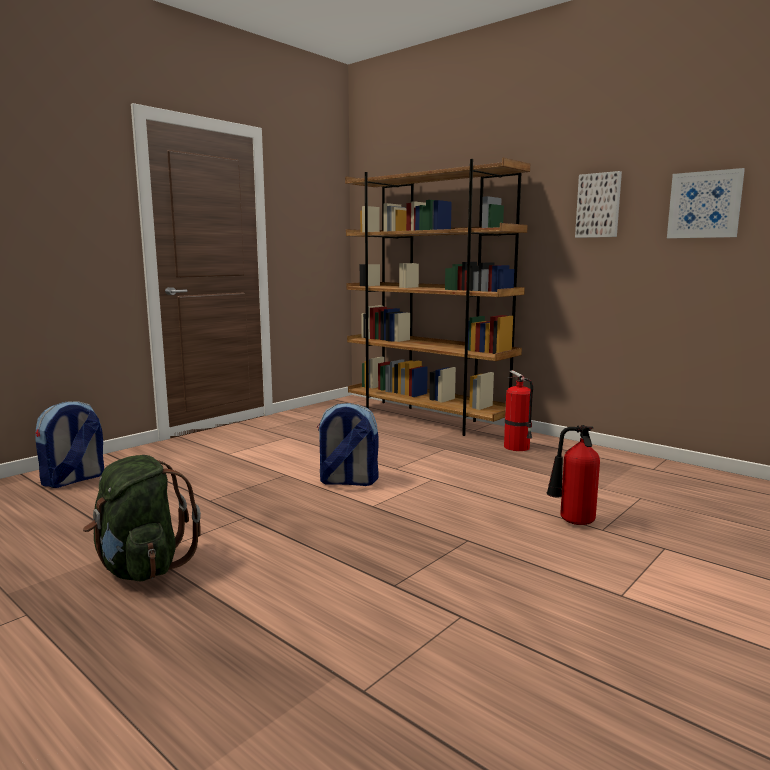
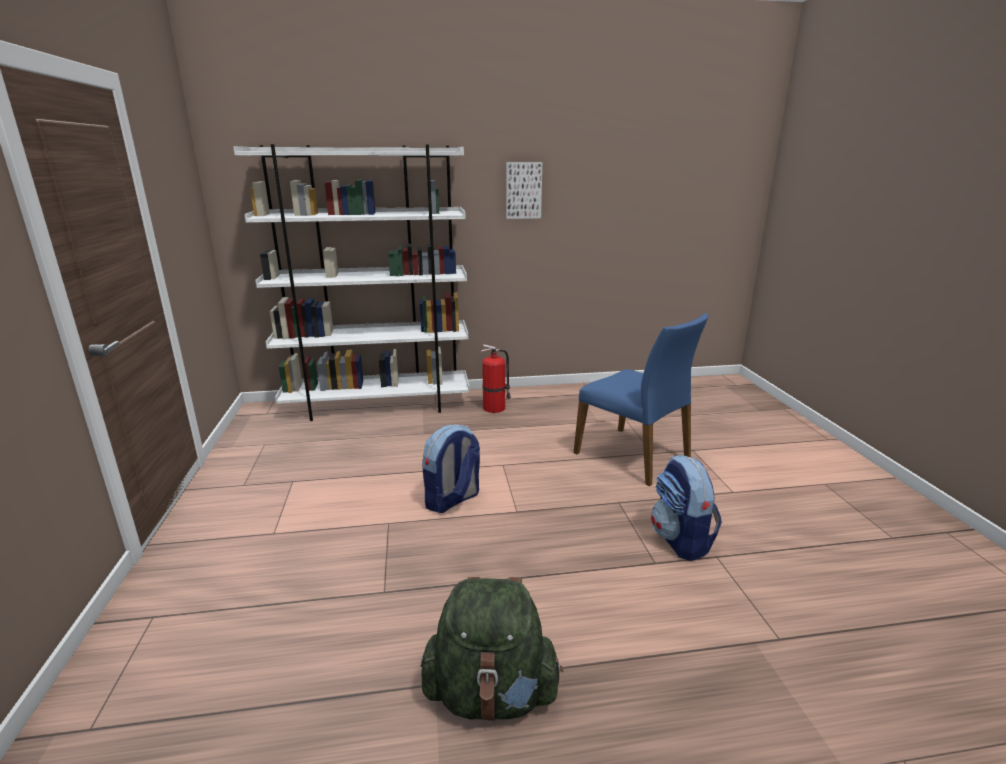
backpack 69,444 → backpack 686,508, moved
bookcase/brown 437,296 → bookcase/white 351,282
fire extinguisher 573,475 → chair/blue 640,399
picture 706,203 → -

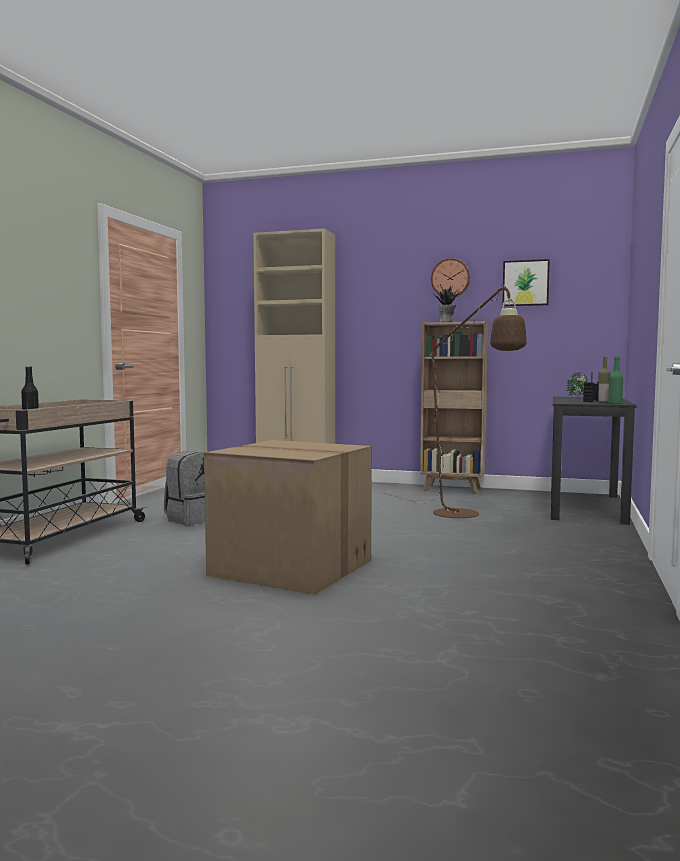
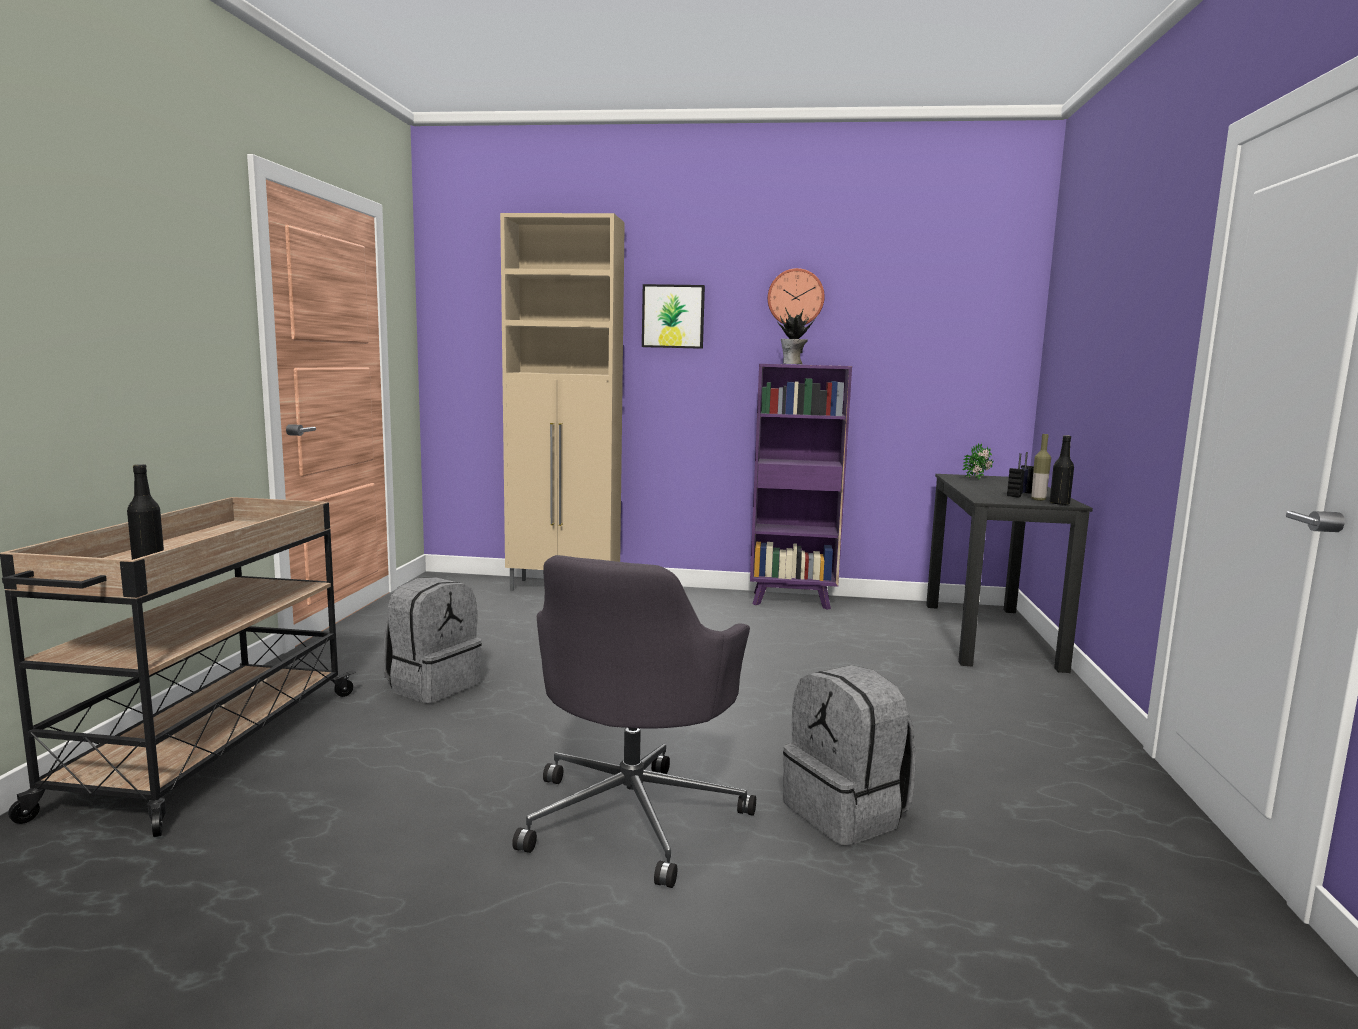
cardboard box 288,517 → office chair/grey 634,721
floor lamp/brown 455,401 → -
bookcase/brown 454,407 → bookcase/purple 801,487
picture 526,282 → picture 673,316, moved
bottle/green 615,380 → bottle/black 1062,470
- → backpack/grey 849,755

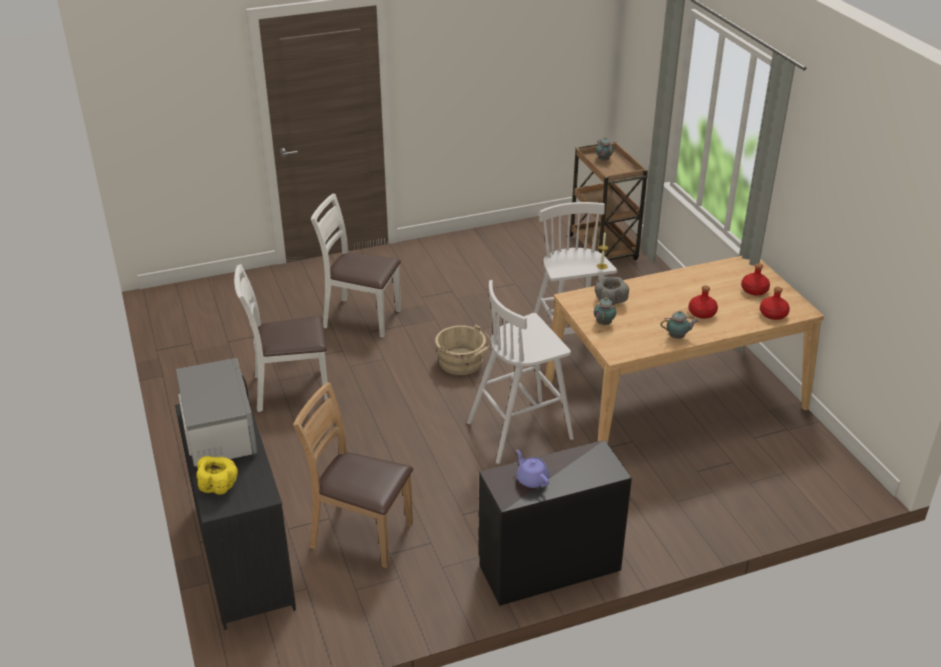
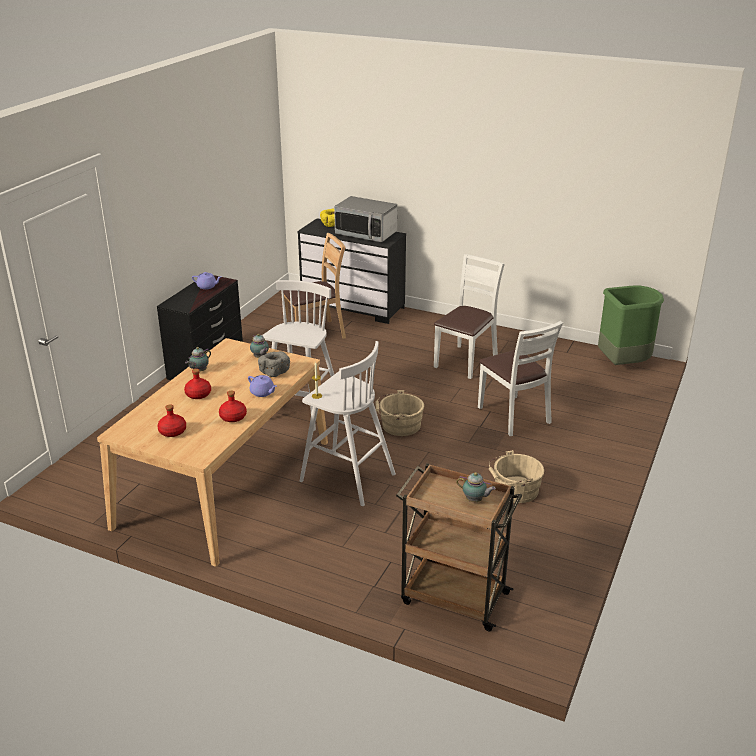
chair/white 356,266 → chair/white 520,378, 90 degrees clockwise
bottle/red 775,303 → bottle/red 233,406, moved
- → teapot/purple 262,386
- → bucket/beige 516,476
- → trash can/green 631,325

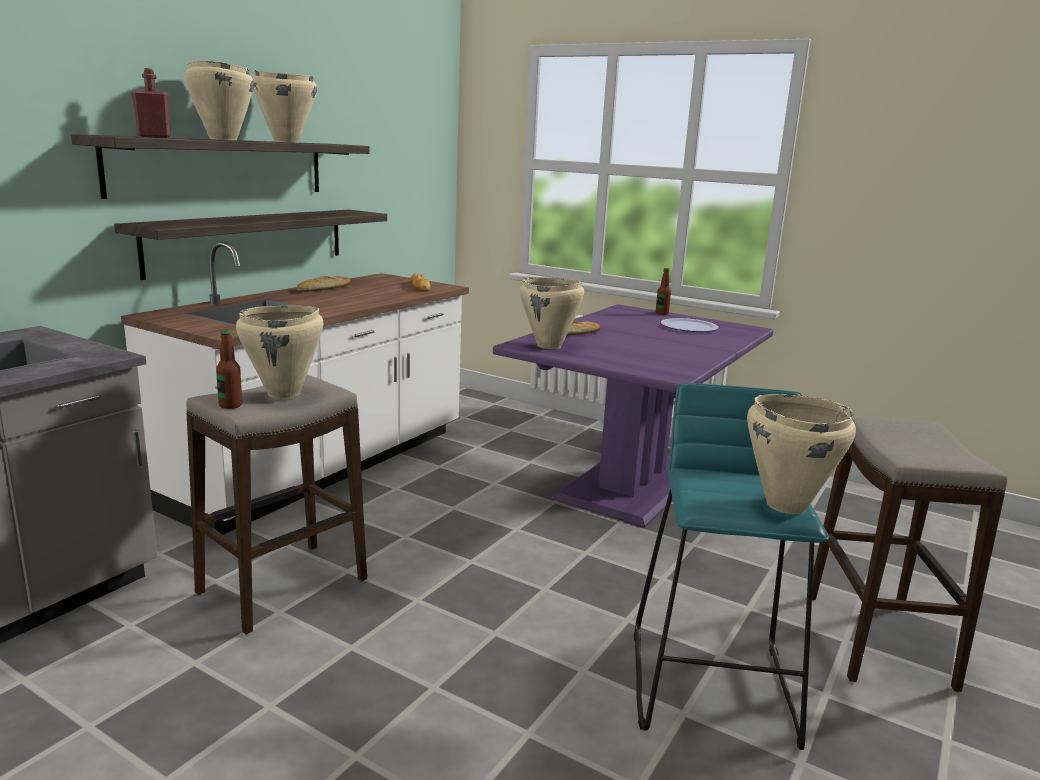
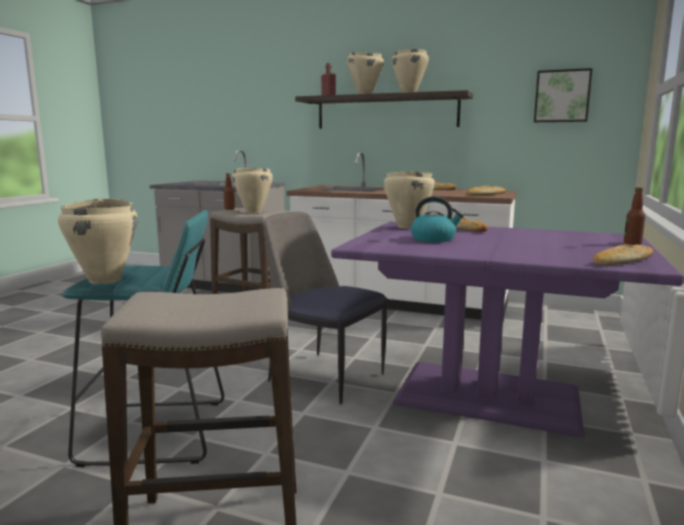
shelf 250,245 → -
plate 689,325 → -
- → chair 325,308
- → kettle 437,219
- → picture 563,95
- → bread 623,254

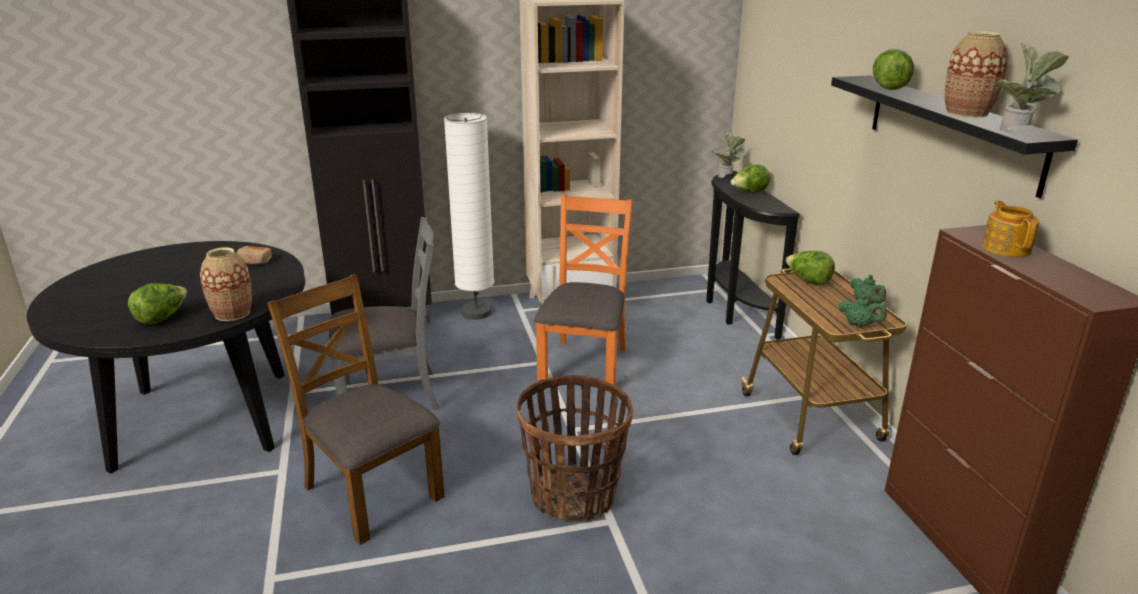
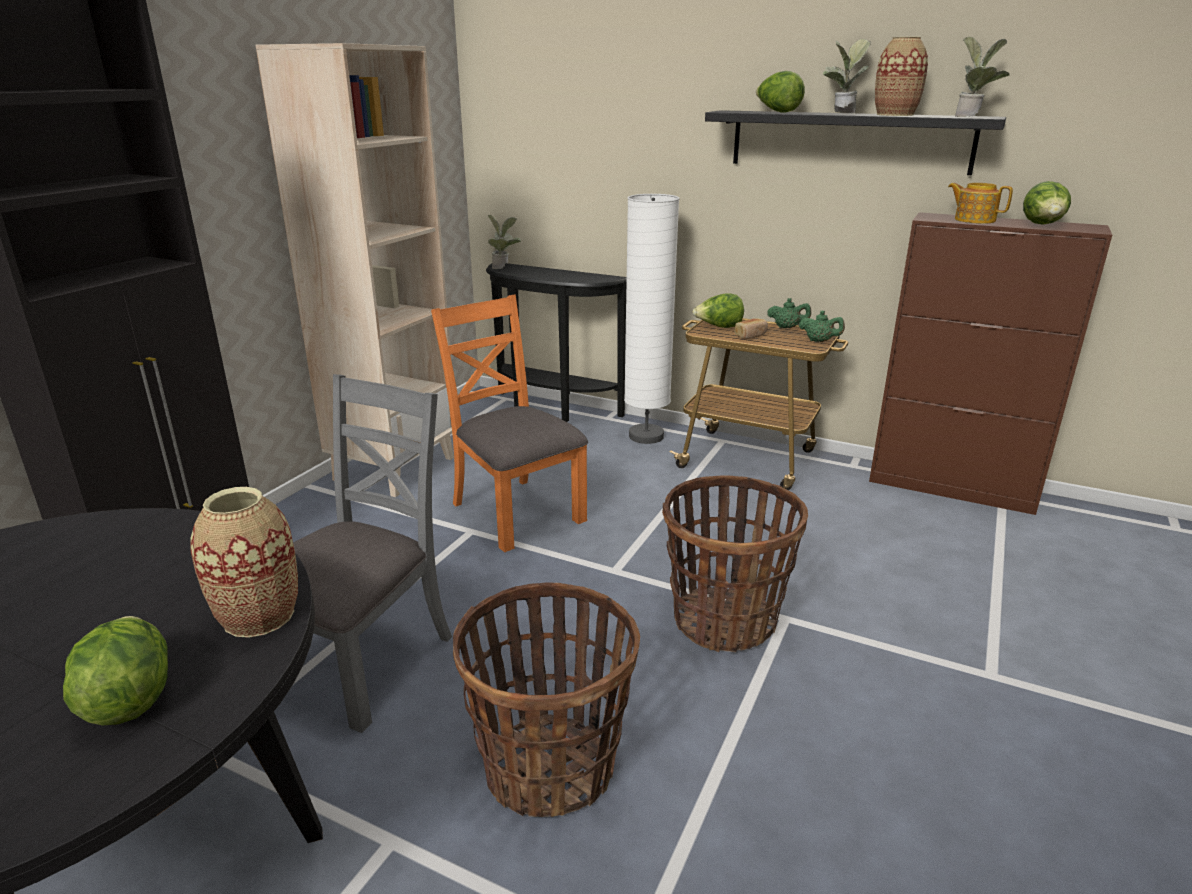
bread 254,255 → bread 751,328, moved
chair/brown 356,409 → basket 546,699
floor lamp/white 469,216 → floor lamp/white 651,319, moved
lettuce 750,178 → lettuce 1047,202, moved
teapot/green 862,311 → teapot/green 822,326, 45 degrees clockwise
- → potted plant 847,76

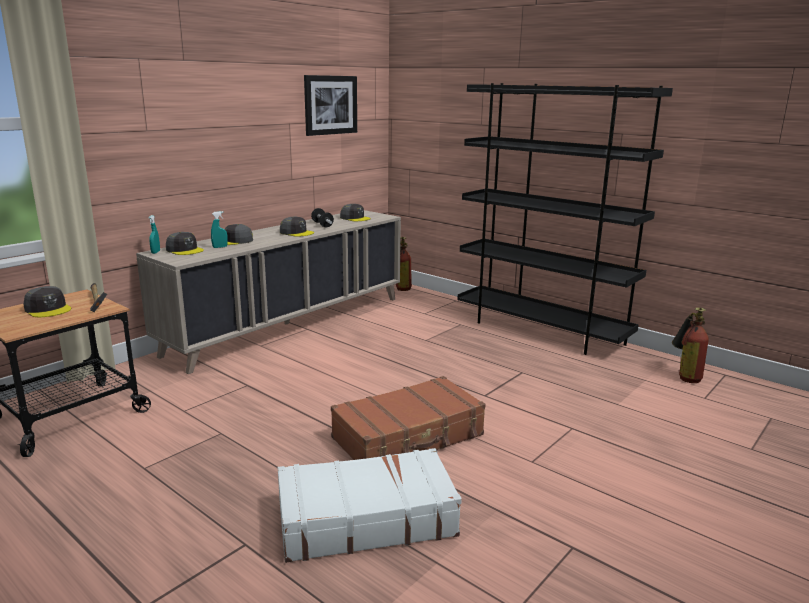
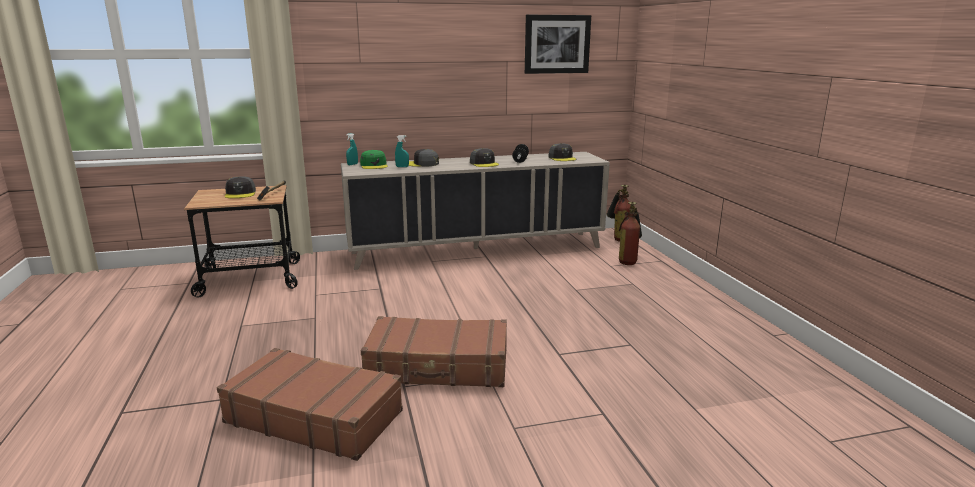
cap/grey 185,243 → cap/green 374,159
suitcase/white 370,505 → suitcase/brown 310,404
bookcase/black 565,219 → -
fire extinguisher 690,345 → fire extinguisher 630,233, moved

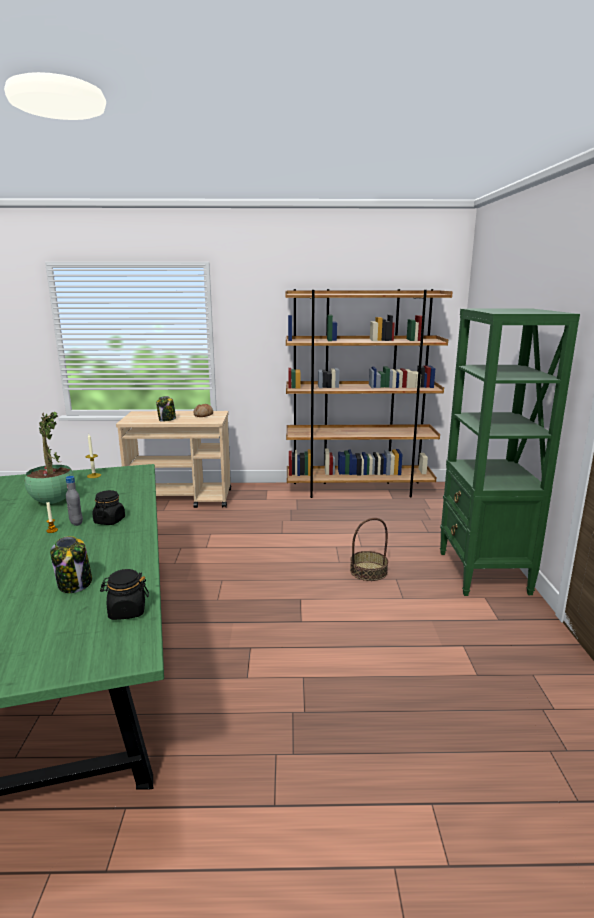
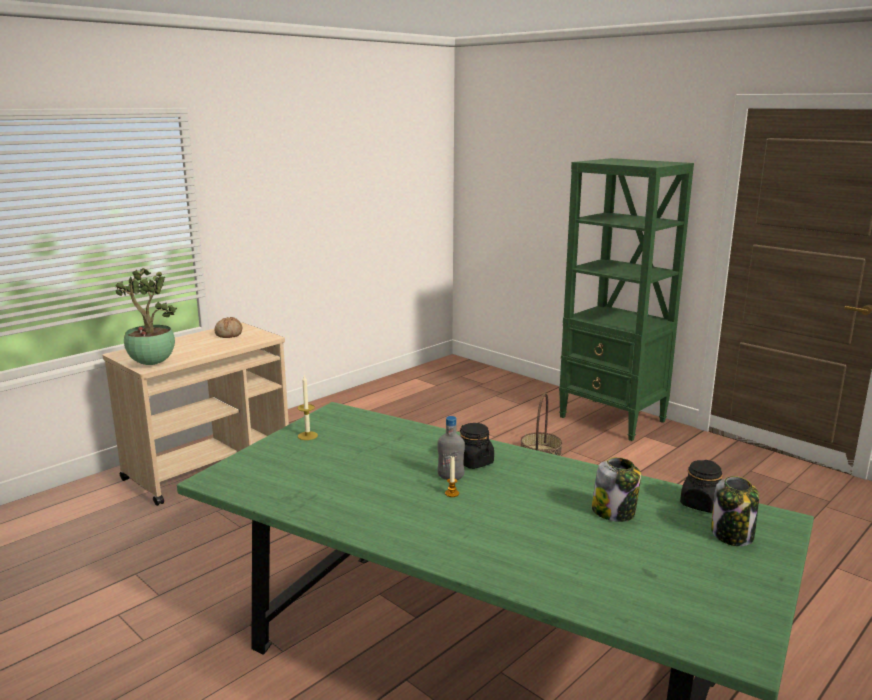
potted plant 49,458 → potted plant 146,316, moved
jar 166,409 → jar 735,511, moved
bookcase/brown 369,393 → -

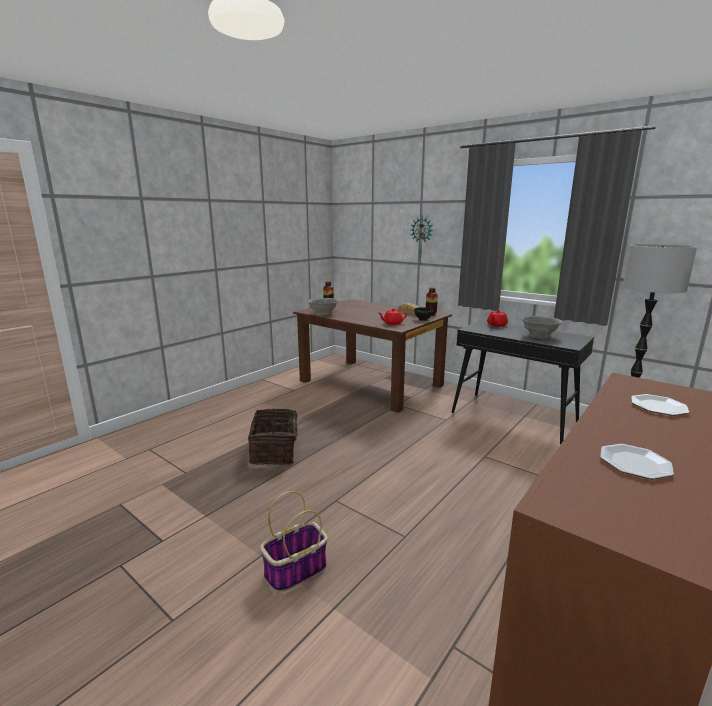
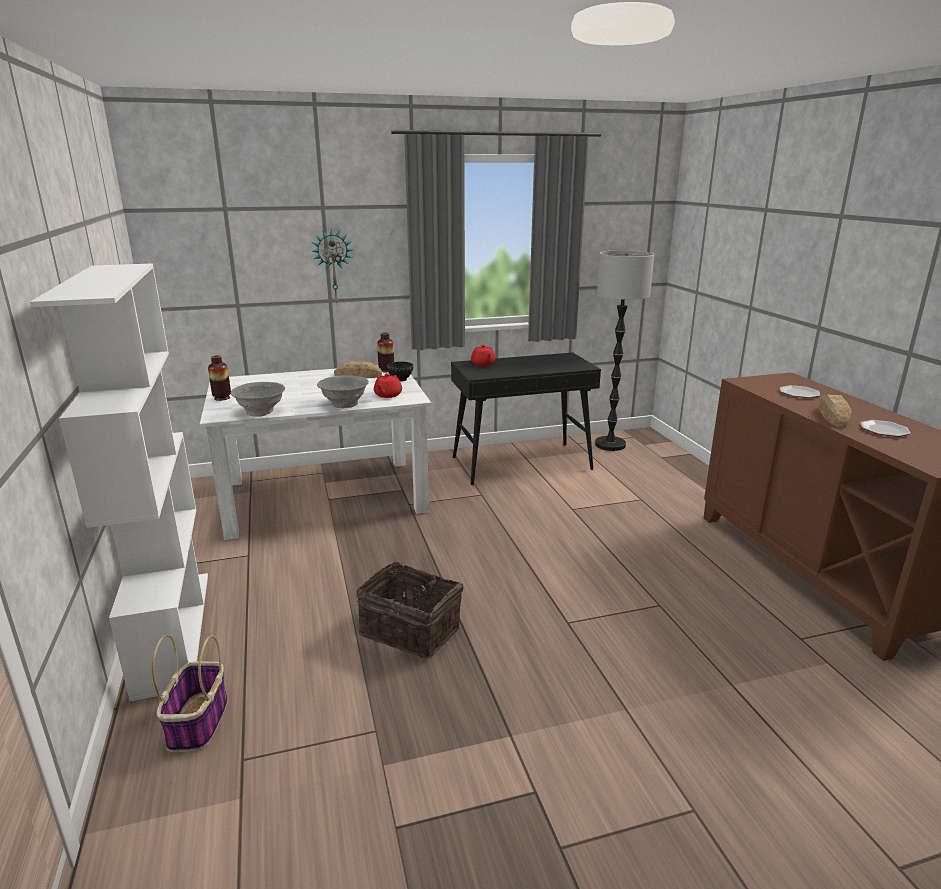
basket 293,541 → basket 190,693, moved
dining table/brown 372,356 → dining table/white 316,452
bowl/grey 541,327 → bowl/grey 343,391, moved
- → bookcase/white 119,482
- → bread 835,411

